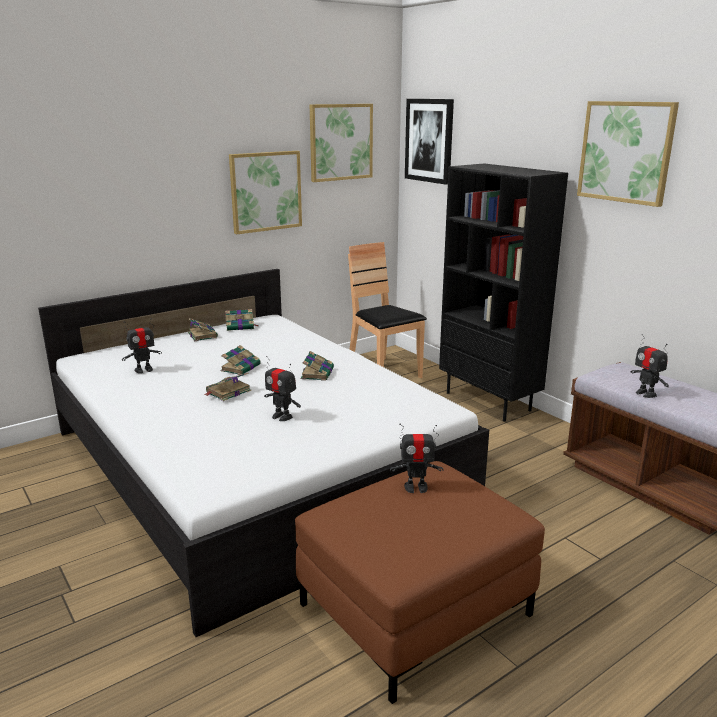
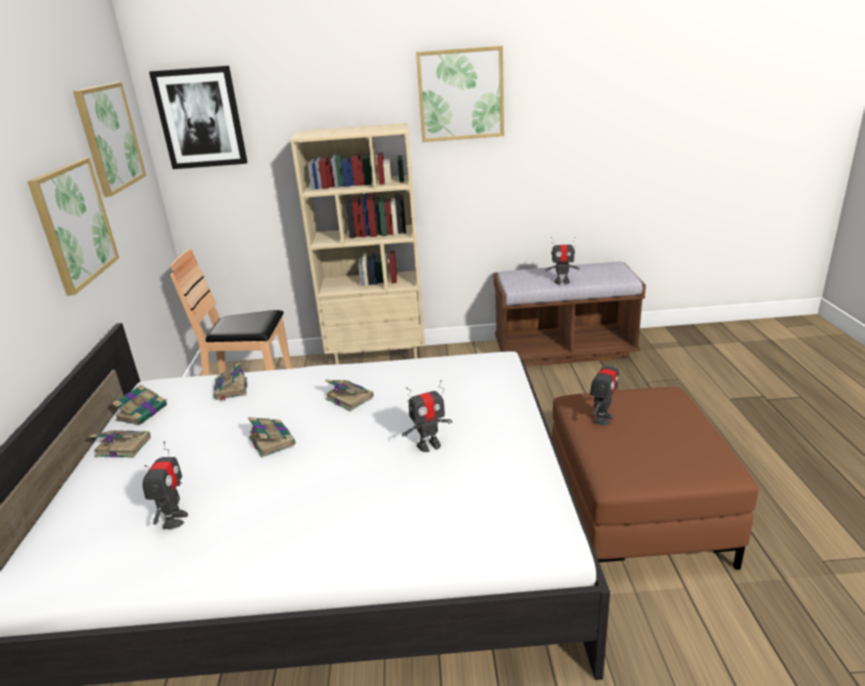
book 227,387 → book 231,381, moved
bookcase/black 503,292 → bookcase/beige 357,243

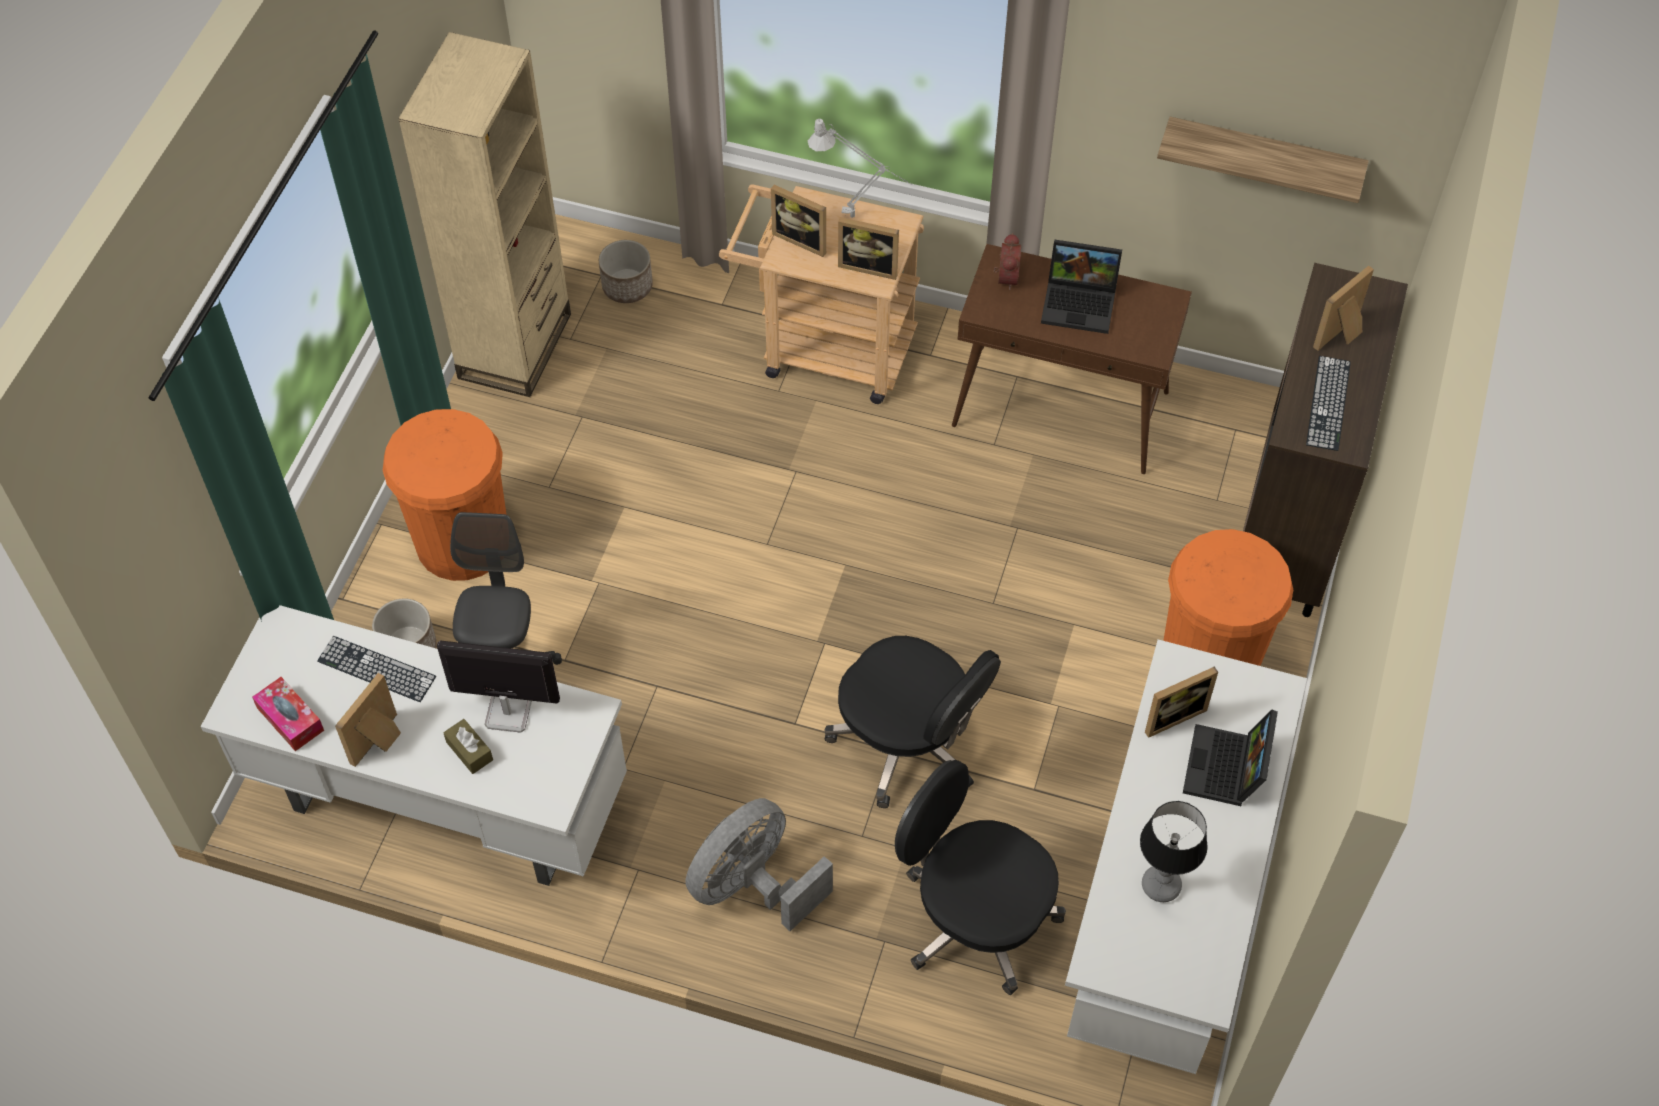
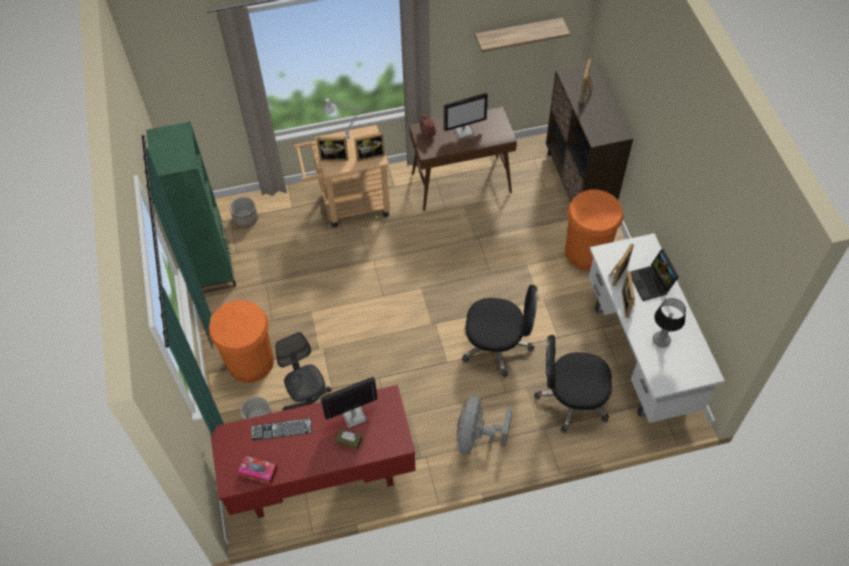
desk/white 414,745 → desk/red 313,451
picture frame 368,720 → picture frame 628,294, moved
bookcase/beige 484,214 → bookcase/green 191,207
laptop 1081,287 → monitor 466,116
keyboard 1328,403 → -

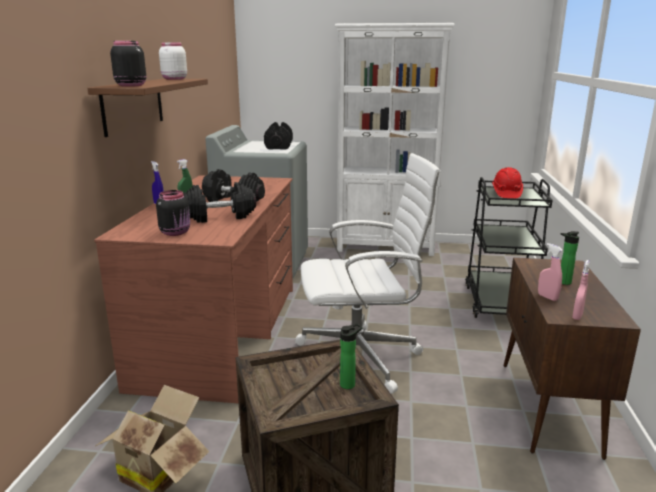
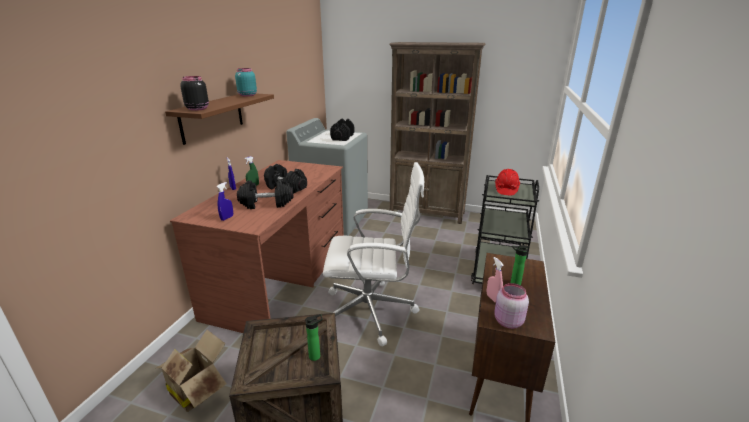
jar/black 173,213 → spray bottle/blue 225,201
jar/white 173,61 → jar/turquoise 246,82
bookcase/white 395,139 → bookcase/brown 437,133
spray bottle/pink 581,290 → jar/pink 511,306

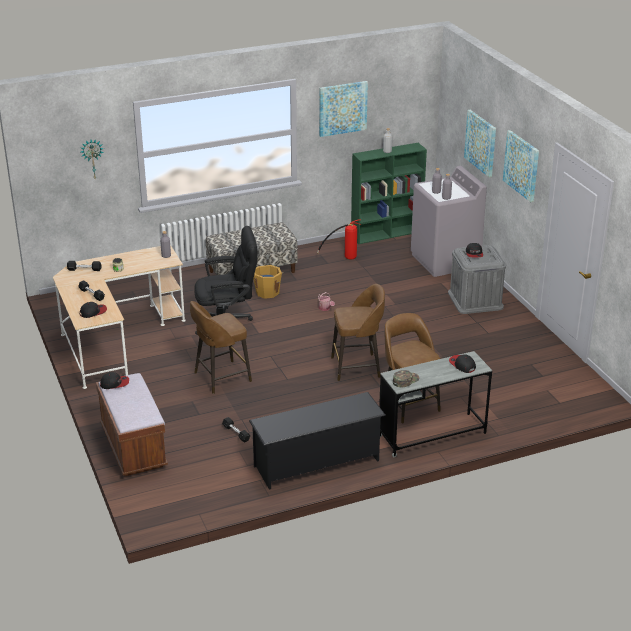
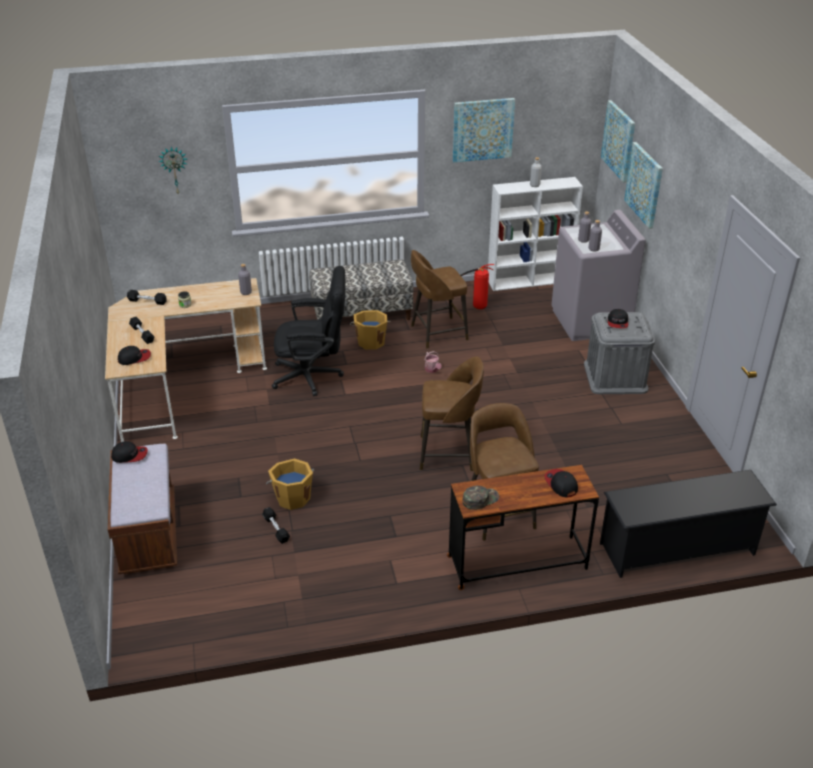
stool/brown 221,347 → stool/brown 440,299, moved
shoe rack/black 317,441 → shoe rack/black 688,524, moved
bookcase/green 389,193 → bookcase/white 535,234
desk/grey 435,404 → desk/brown 523,527
picture 521,166 → picture 618,141, moved
- → bucket/orange 290,484

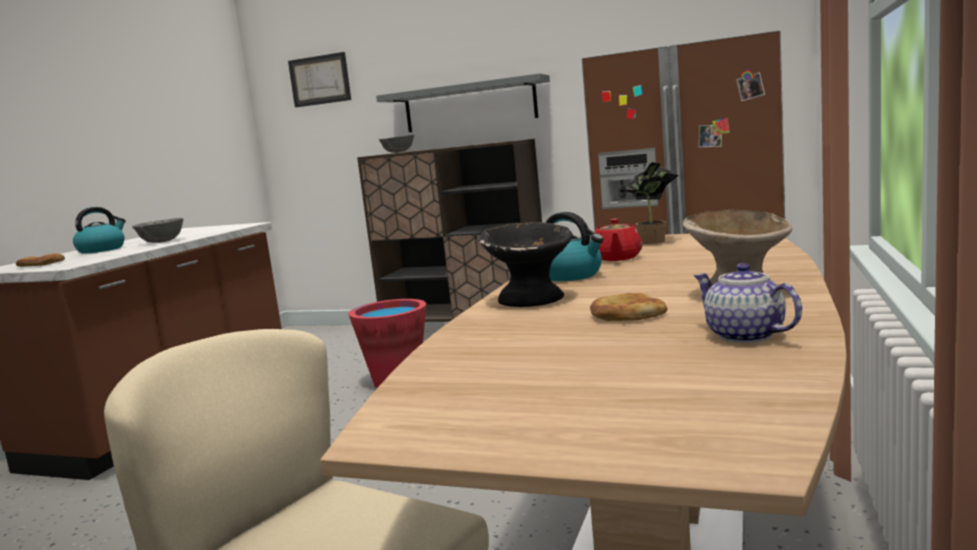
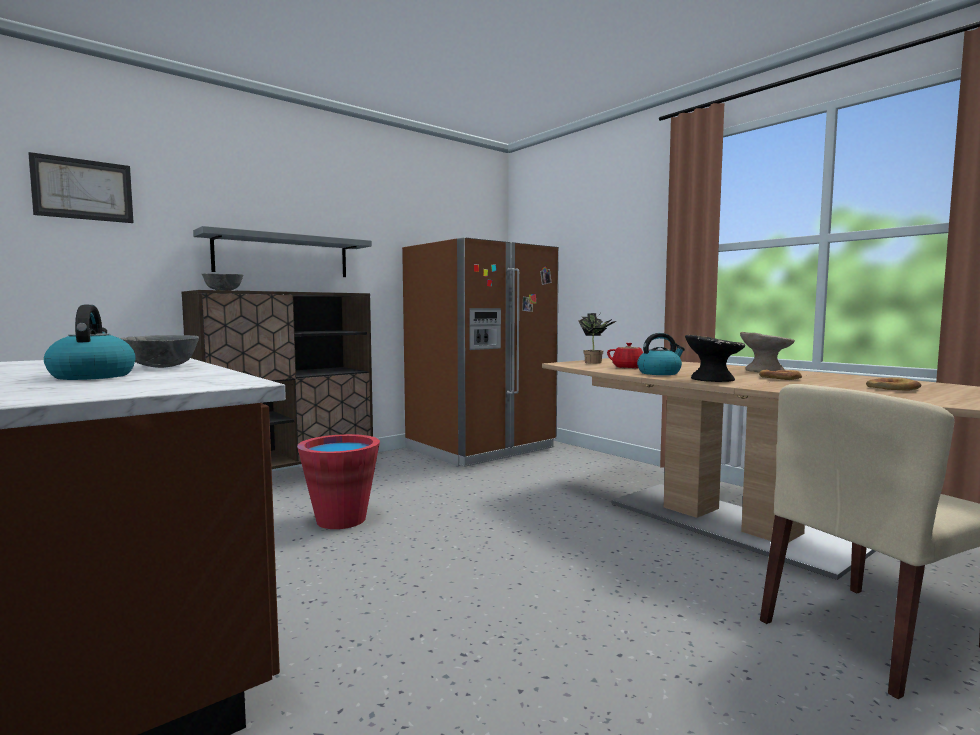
bread 40,260 → bread 893,384, moved
teapot 748,303 → -

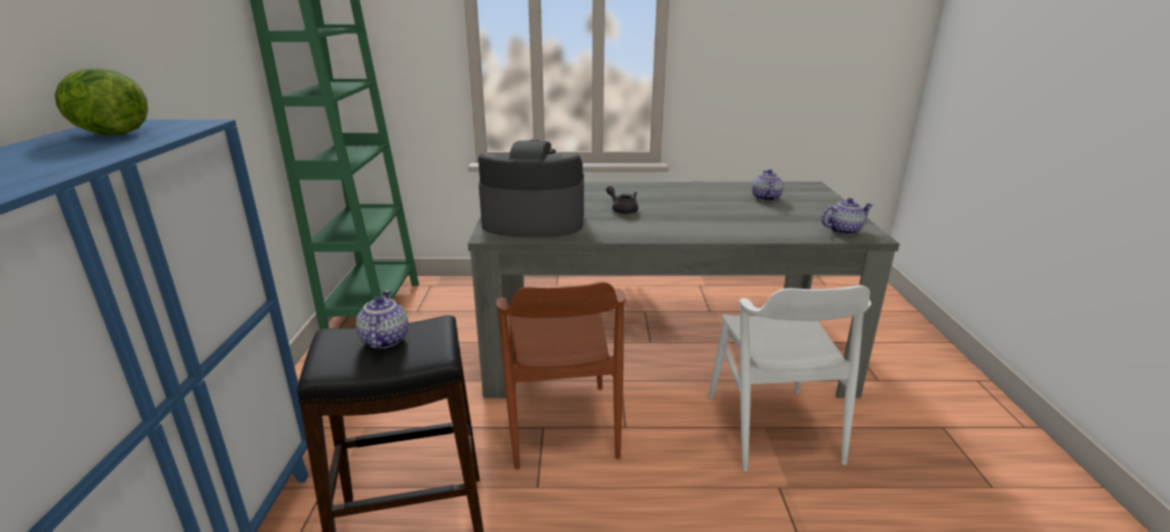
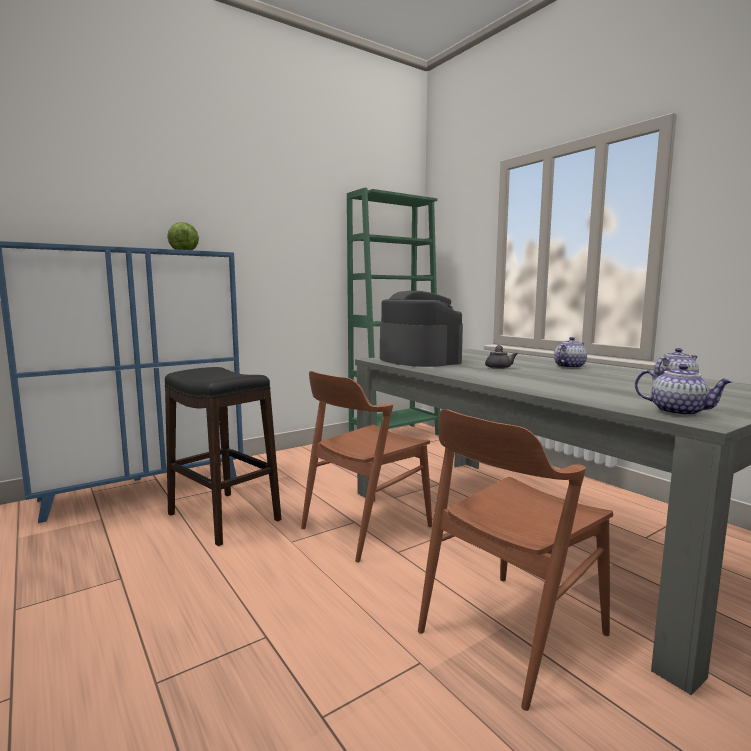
teapot 382,319 → teapot 570,353, moved
chair/white 790,378 → chair/brown 515,560

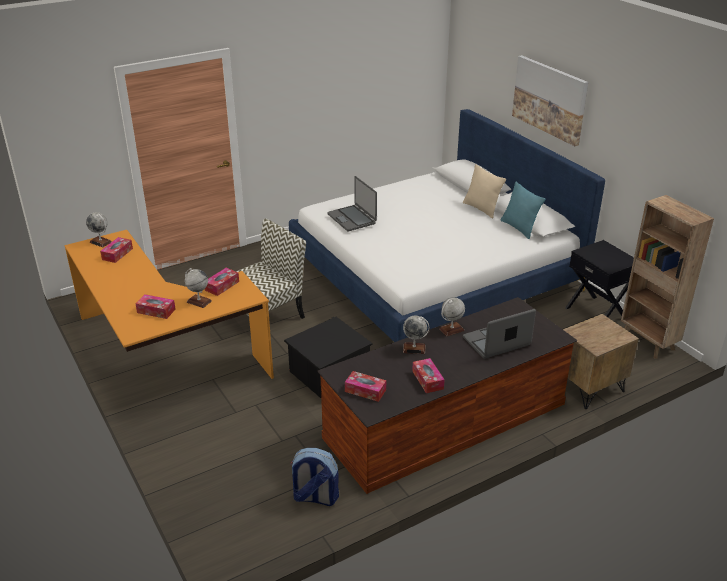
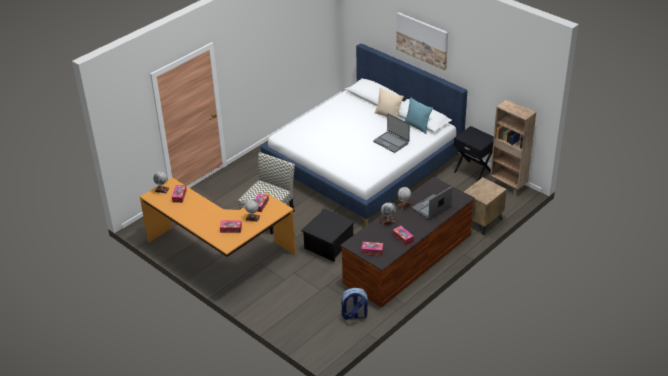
laptop 352,204 → laptop 391,133, moved

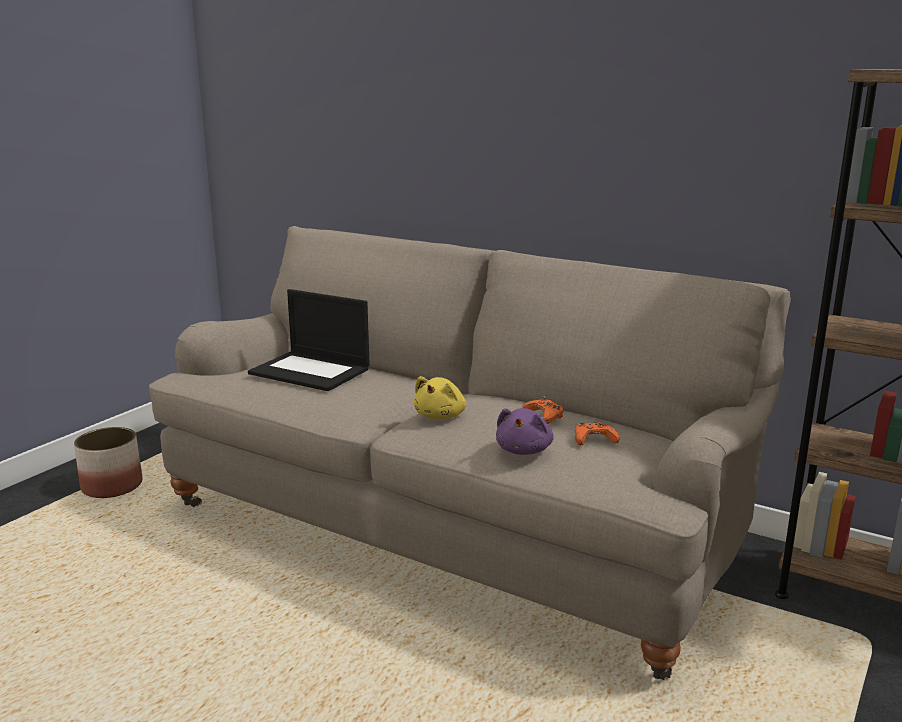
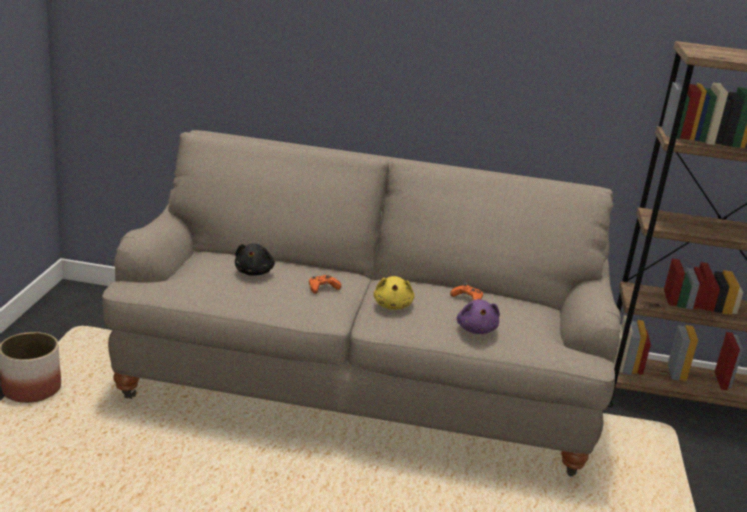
laptop 309,340 → plush toy/black 255,259
game controller/orange 597,434 → game controller/orange 325,284, moved

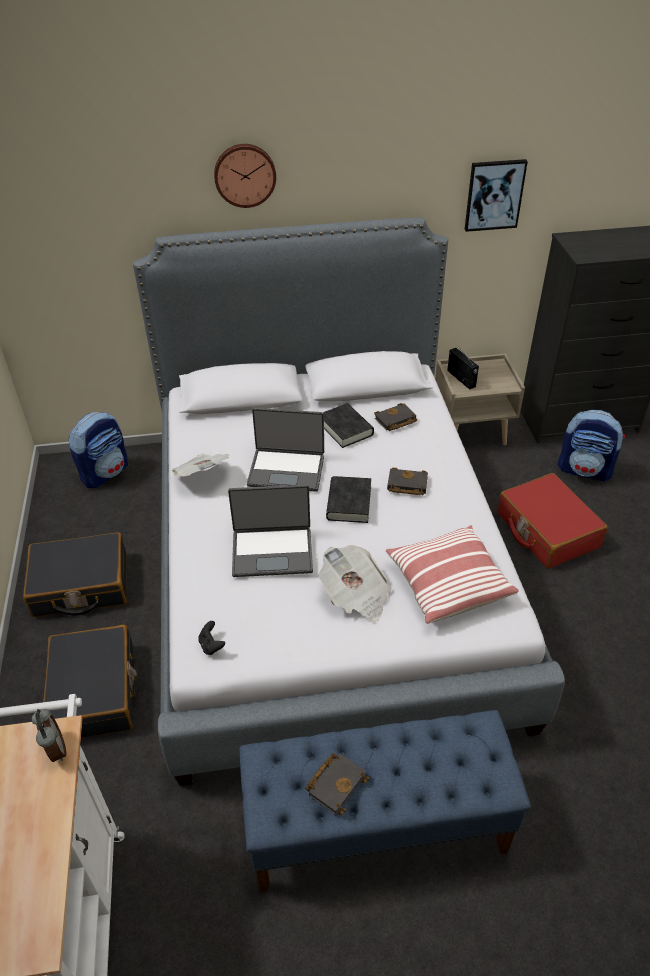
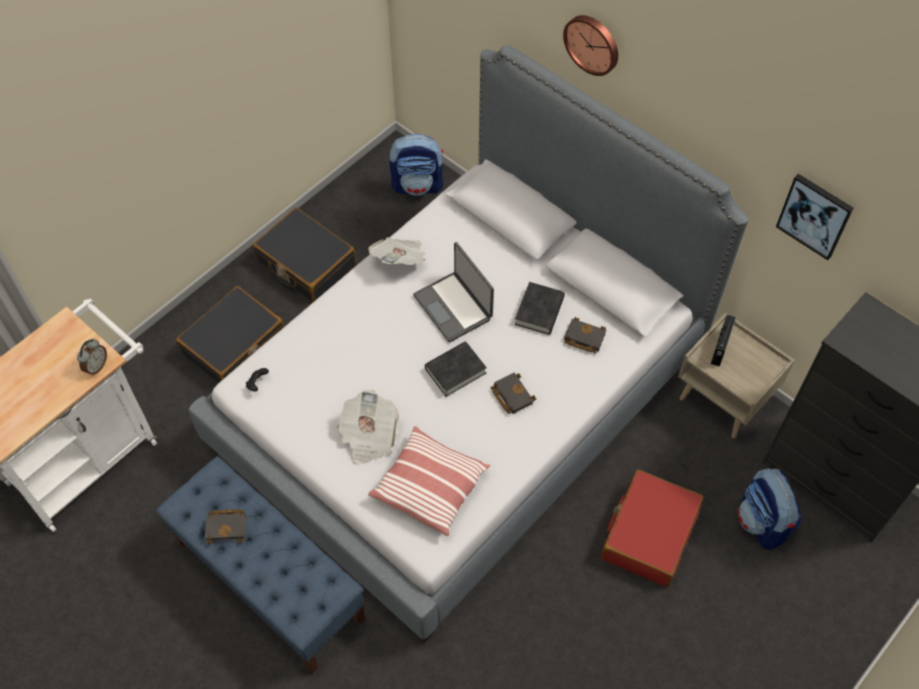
laptop 270,531 → -

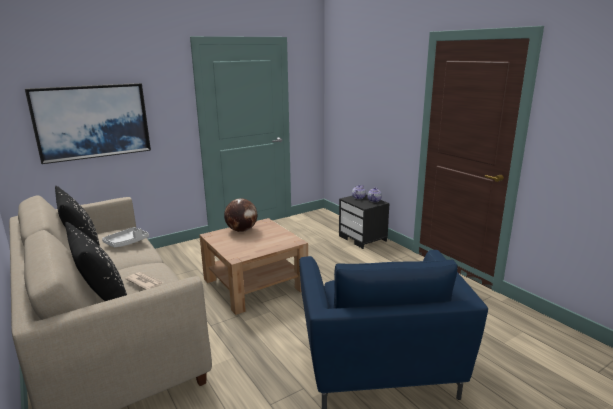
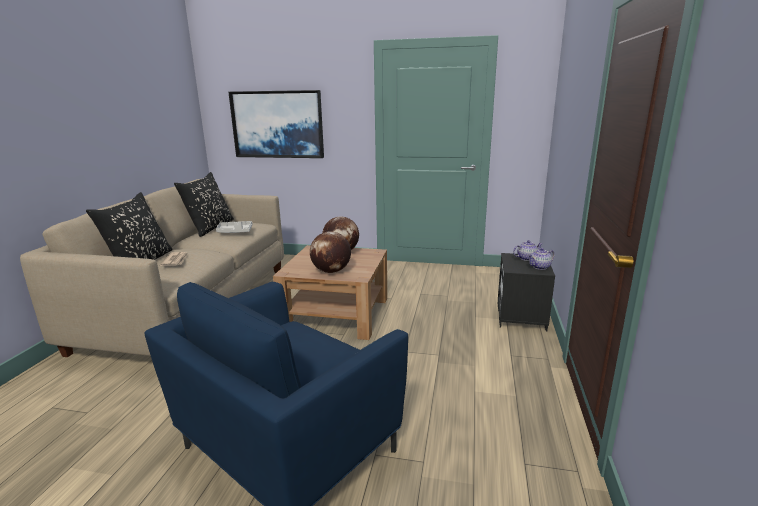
- → globe 330,252

